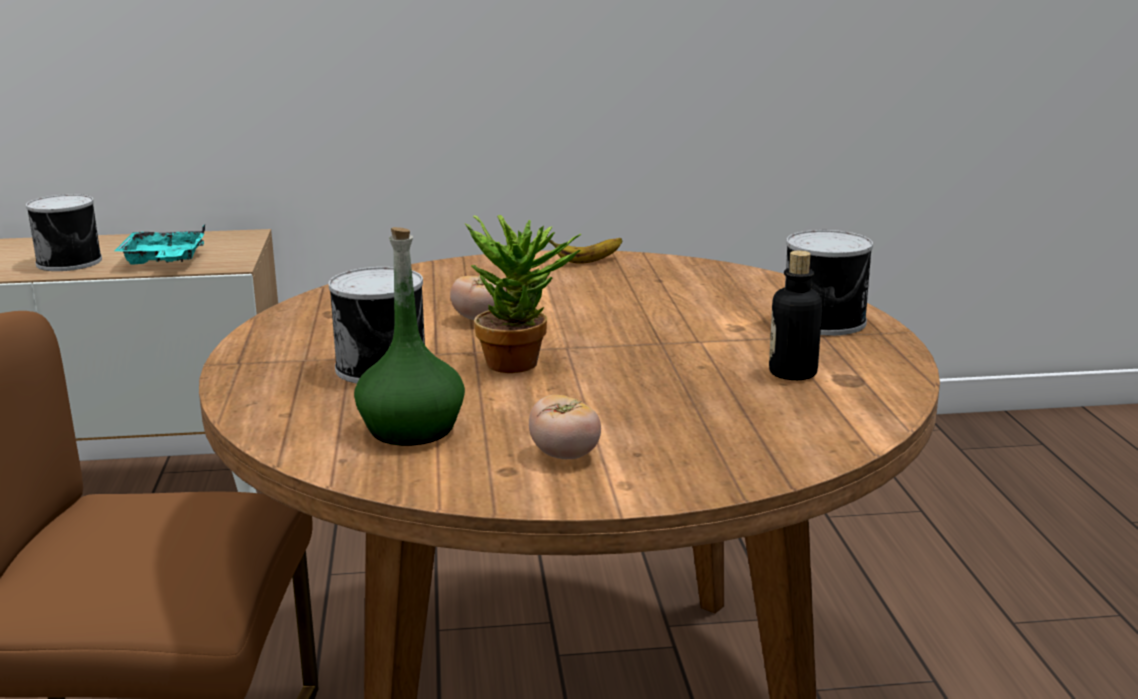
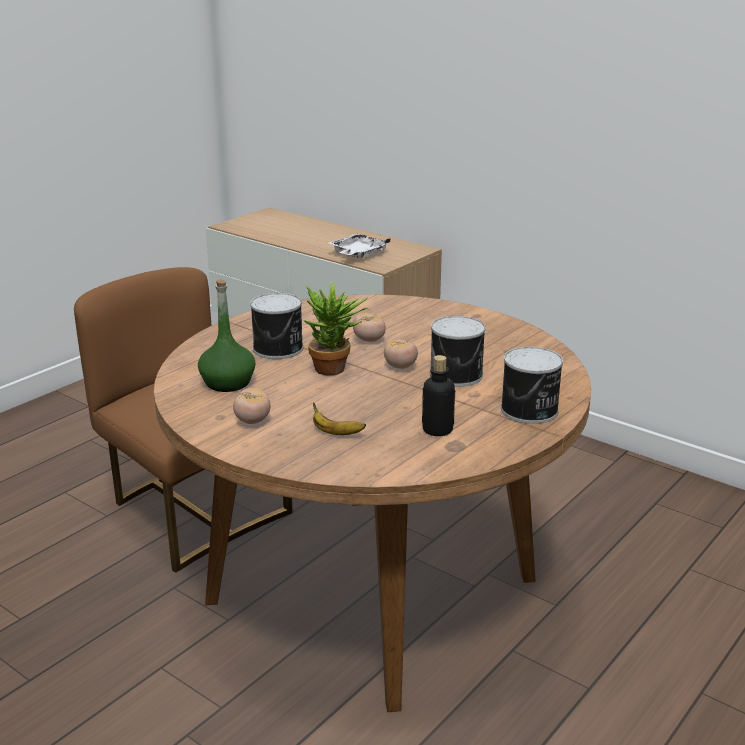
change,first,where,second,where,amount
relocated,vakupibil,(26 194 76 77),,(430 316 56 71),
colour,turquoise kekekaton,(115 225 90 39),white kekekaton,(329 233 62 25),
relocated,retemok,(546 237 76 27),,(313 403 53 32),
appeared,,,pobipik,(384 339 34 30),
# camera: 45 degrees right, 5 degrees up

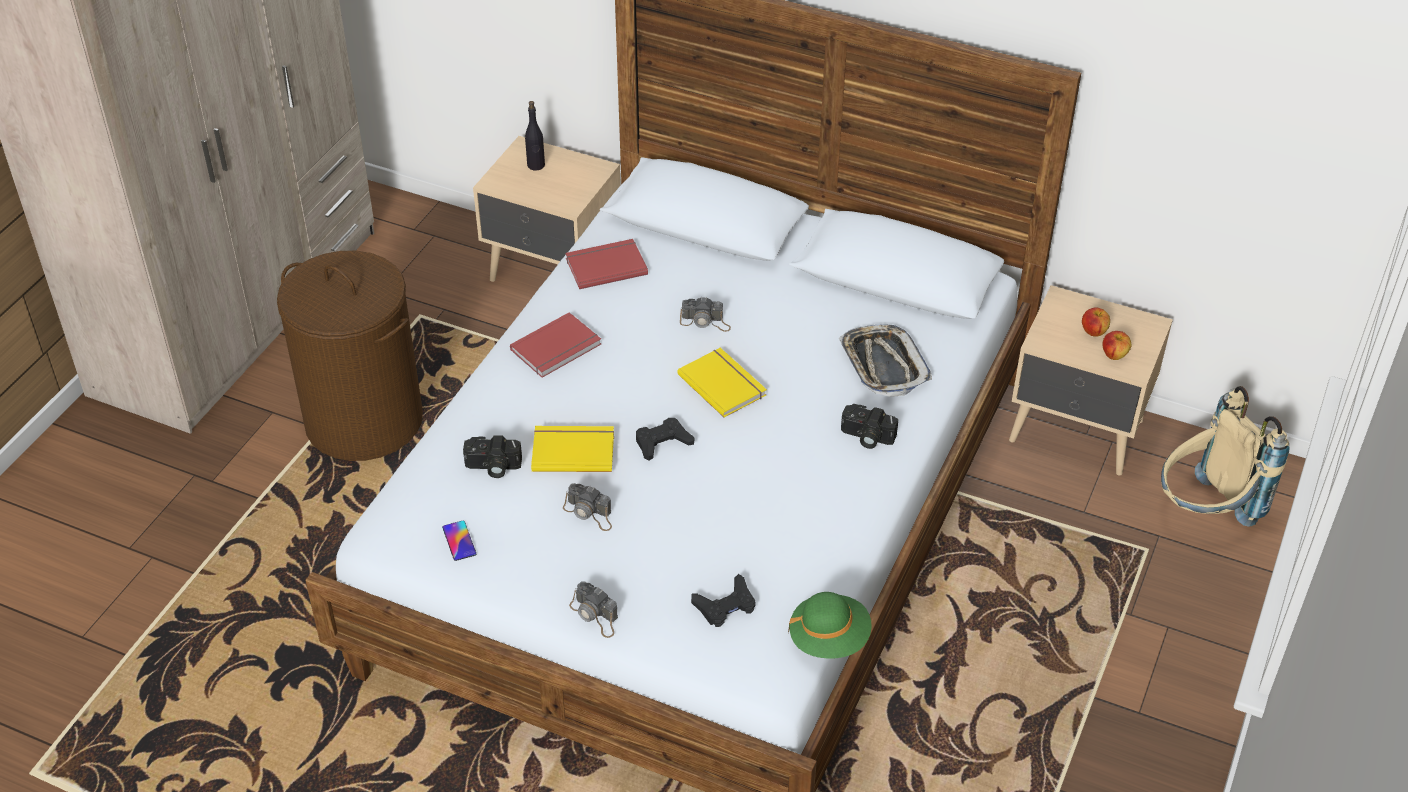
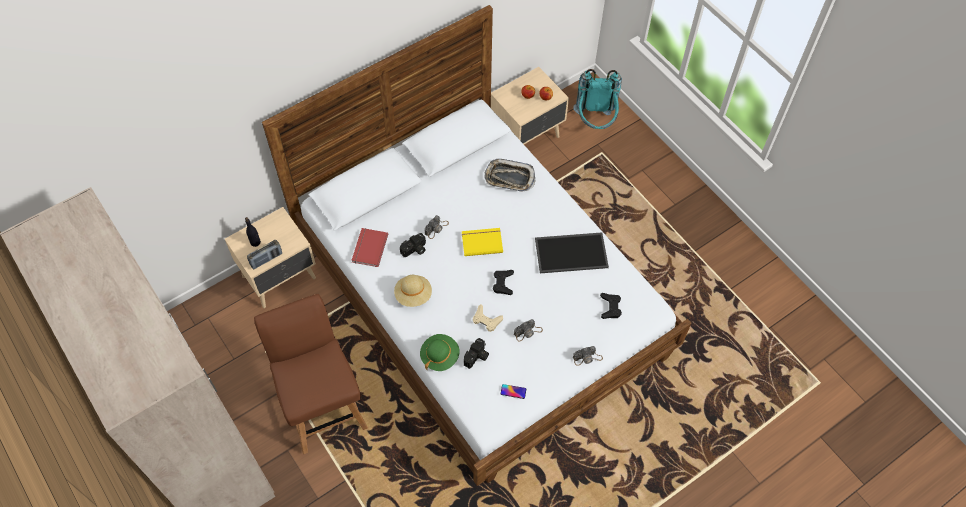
change,first,where,second,where,amount
exchanged,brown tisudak,(277 251 146 210),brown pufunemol,(254 294 114 160),
exchanged,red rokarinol,(510 312 91 66),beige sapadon,(394 275 38 32),
colour,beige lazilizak,(1161 386 128 141),turquoise lazilizak,(573 69 49 60),
relocated,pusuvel,(841 404 57 45),,(400 233 26 24),
exchanged,yellow rokarinol,(531 426 83 46),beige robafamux,(473 304 30 28),
relocated,green sapadon,(788 592 84 67),,(420 334 40 37),
appeared,,,kekekaton,(535 232 74 41),
appeared,,,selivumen,(247 240 35 30),
# camera: 60 degrees left, 15 degrees up

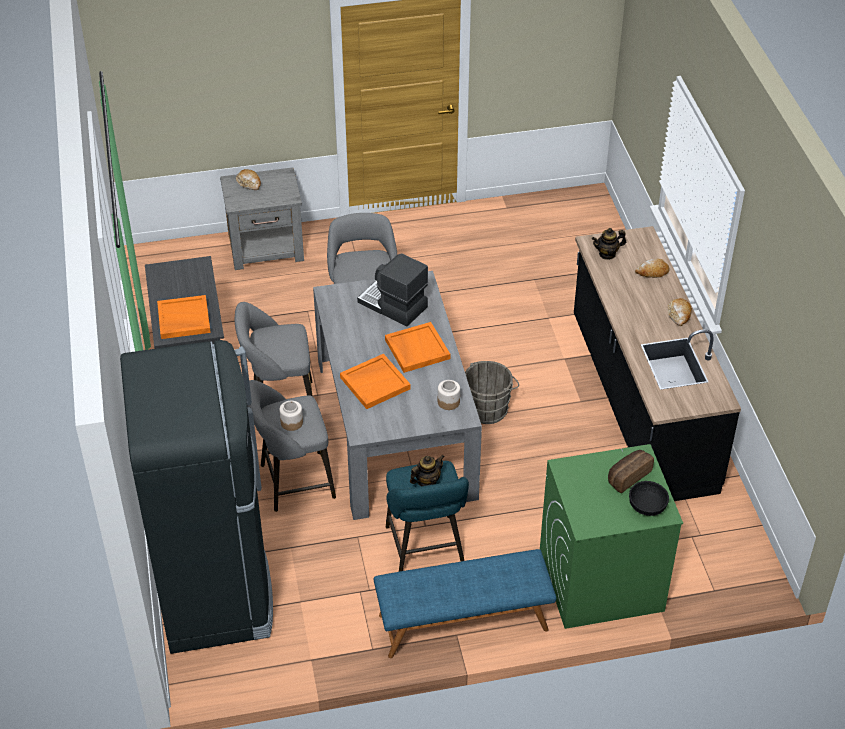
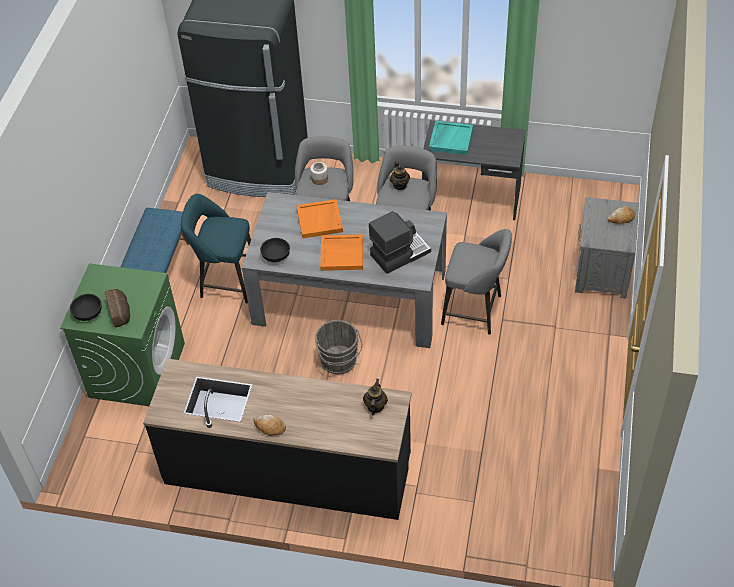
change,first,where,second,where,amount
missing,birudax,(635 259 35 19),,,
colour,orange kekekaton,(157 295 54 44),turquoise kekekaton,(429 121 44 34),
exchanged,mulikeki,(438 380 22 30),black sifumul,(260 238 30 24),
relocated,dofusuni,(410 455 35 31),,(390 161 20 29),
# camera: 115 degrees right, 5 degrees up

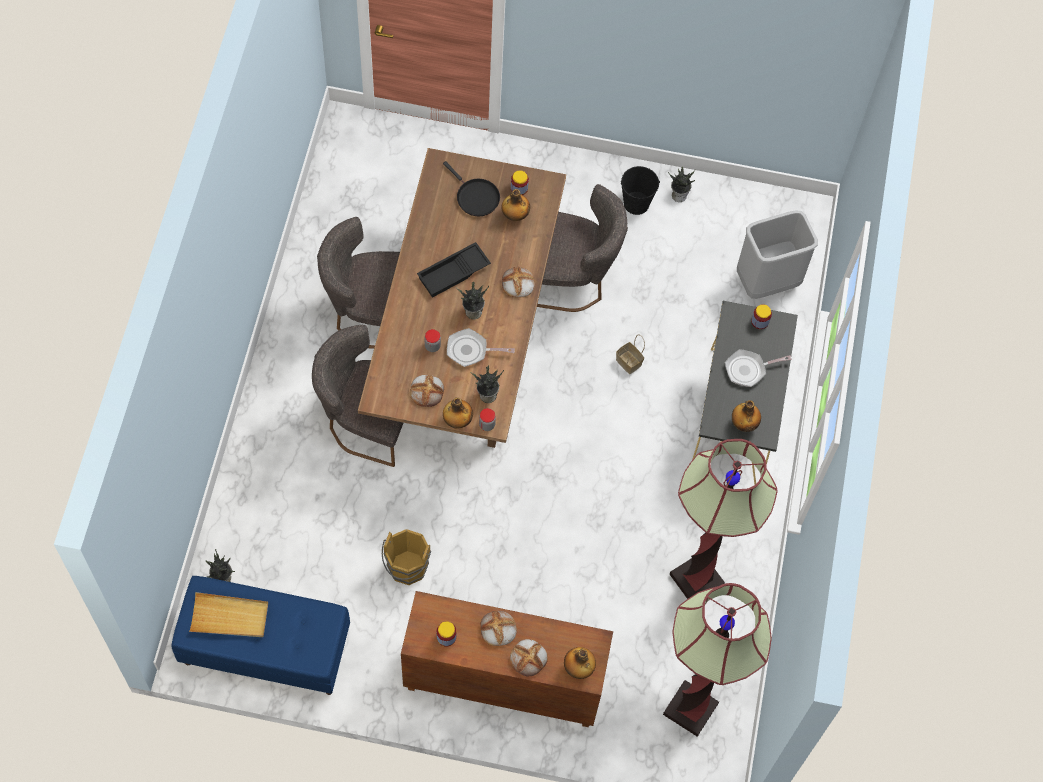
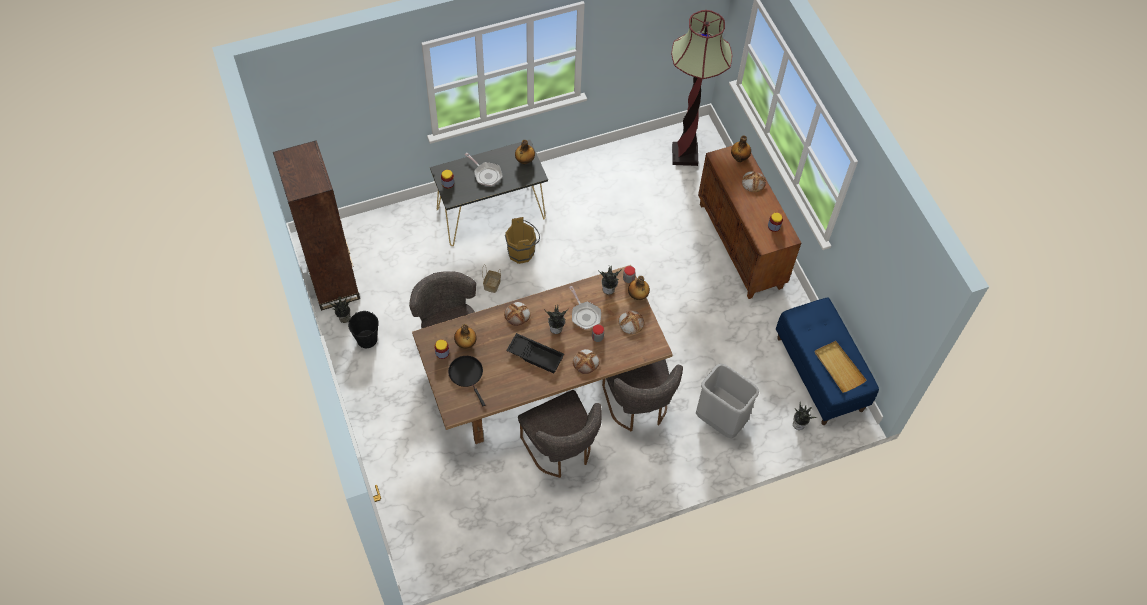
change,first,where,second,where,amount
spun,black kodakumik,(443 161 57 55),,(448 356 37 50),45 degrees counterclockwise
relocated,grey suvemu,(737 210 81 89),,(696 363 63 76),
missing,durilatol,(670 439 108 160),,,
relocated,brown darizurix,(382 529 49 56),,(505 217 35 47),
relocated,birudax,(480 610 37 36),,(573 349 27 25),
appeared,,,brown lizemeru,(273 140 87 171),
# camera: 120 degrees left, 5 degrees down

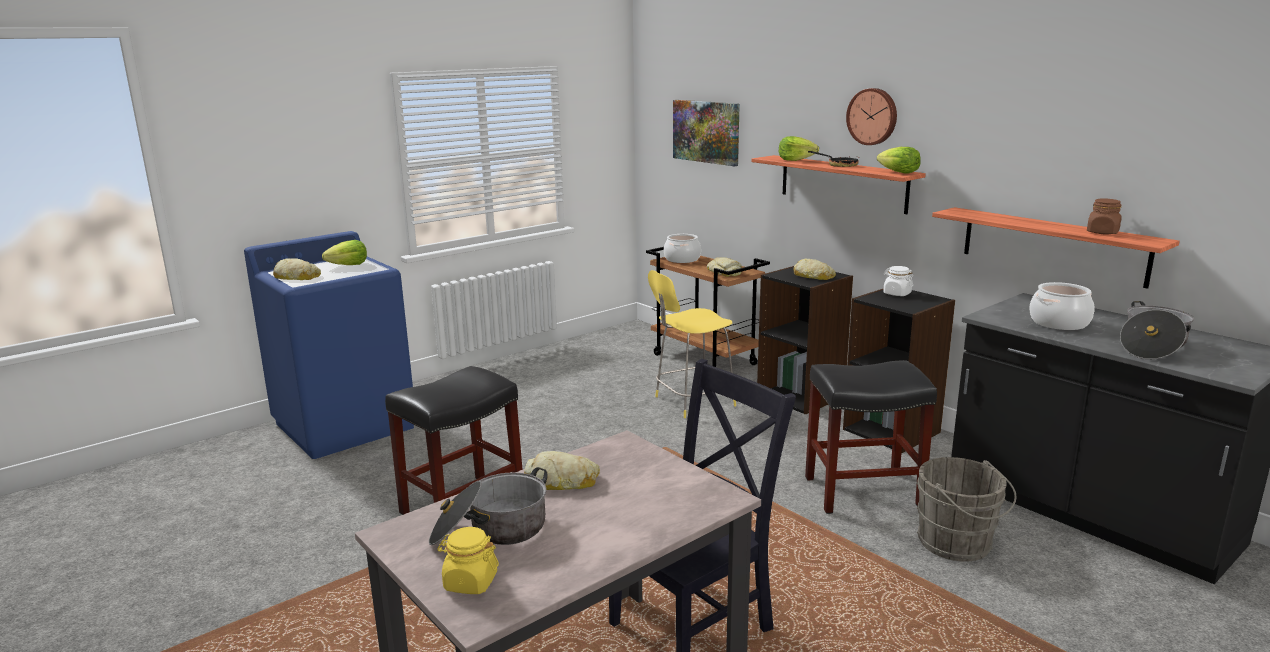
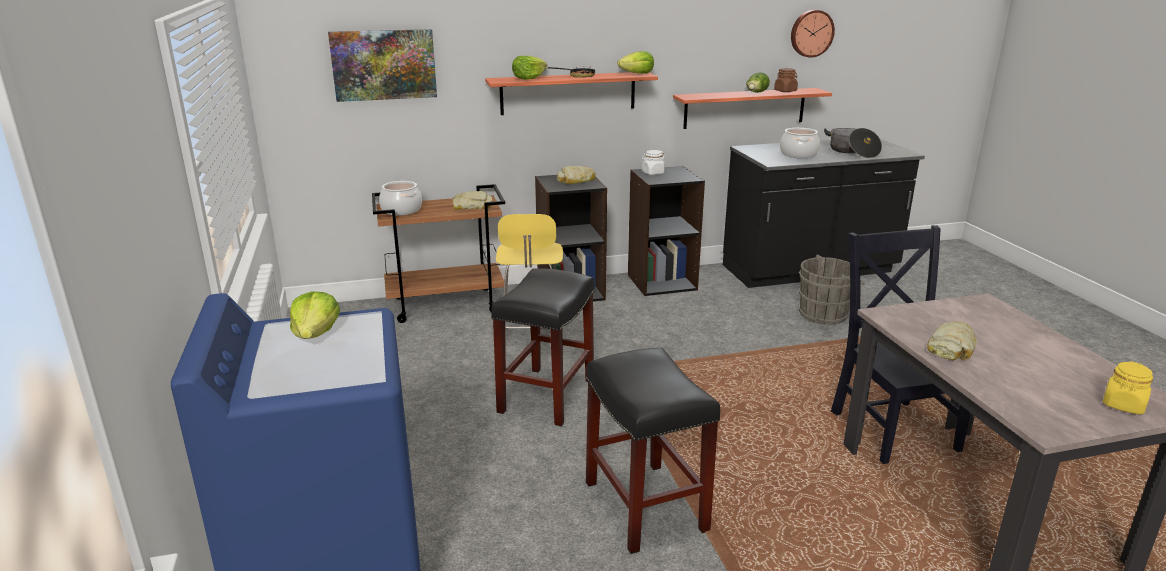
change,first,where,second,where,amount
relocated,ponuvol,(846 88 51 57),,(791 10 44 48),
missing,birudax,(273 258 48 22),,,
relocated,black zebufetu,(805 360 132 154),,(491 268 103 158),
missing,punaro,(429 467 119 78),,,
appeared,,,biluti,(746 72 24 21),
# camera: 65 degrees left, 5 degrees up

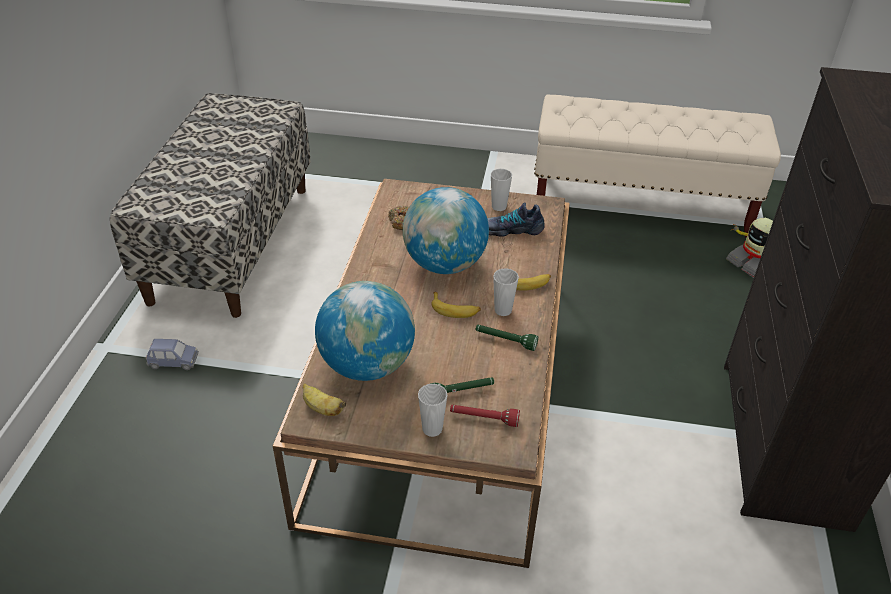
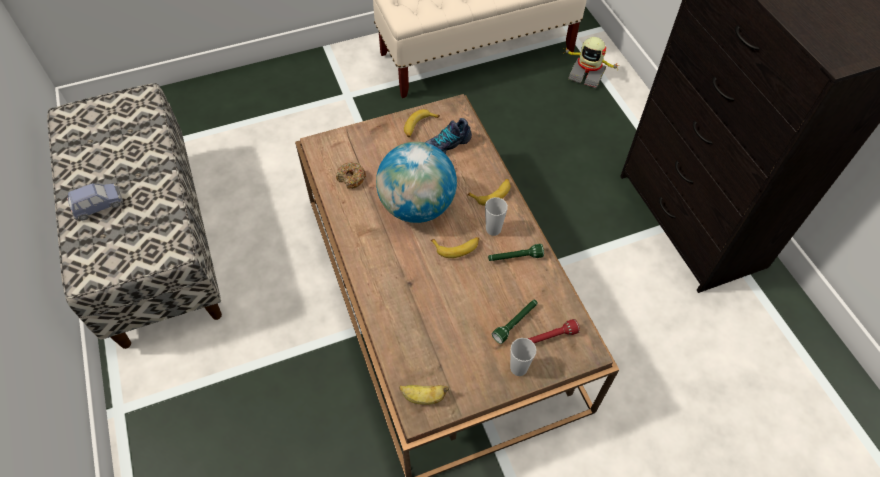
change,first,where,second,where,amount
exchanged,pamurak,(491 169 21 42),retemok,(404 109 36 28),
missing,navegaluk,(315 281 100 100),,,
relocated,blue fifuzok,(146 339 53 31),,(67 183 56 37),
# camera: 30 degrees left, 15 degrees up

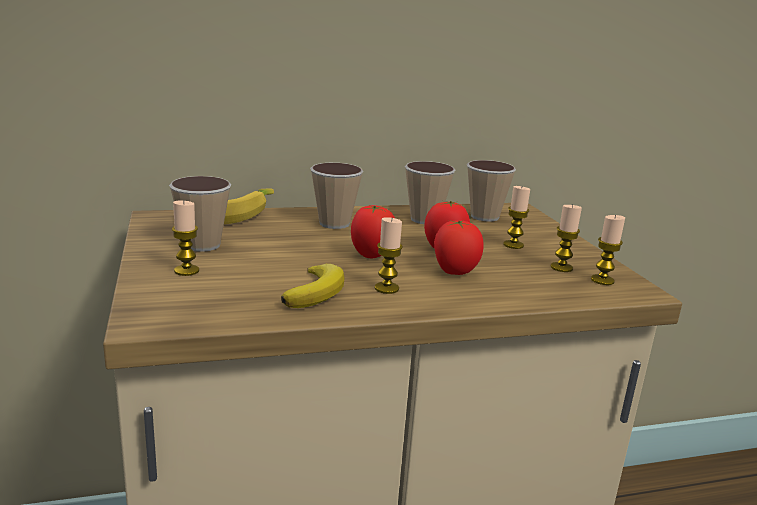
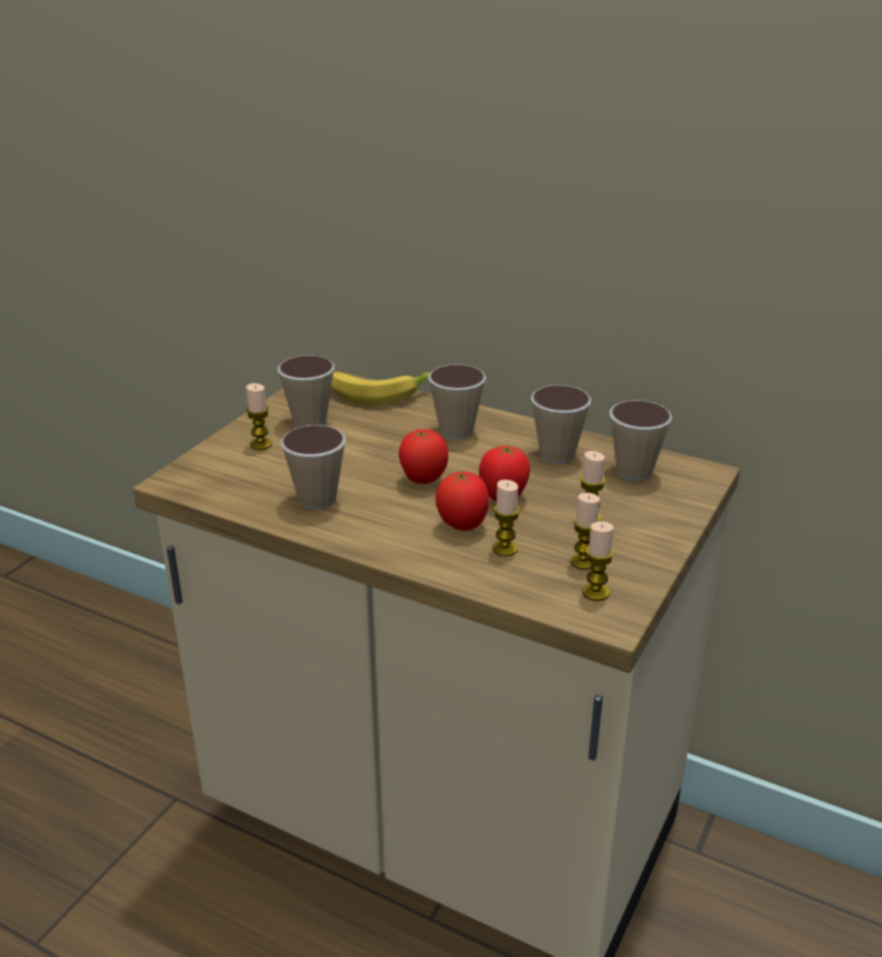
change,first,where,second,where,amount
relocated,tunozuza,(375 217 28 77),,(493 480 27 76),
exchanged,retemok,(281 264 64 44),pamurak,(281 425 65 85),
# camera: 45 degrees right, 10 degrees up

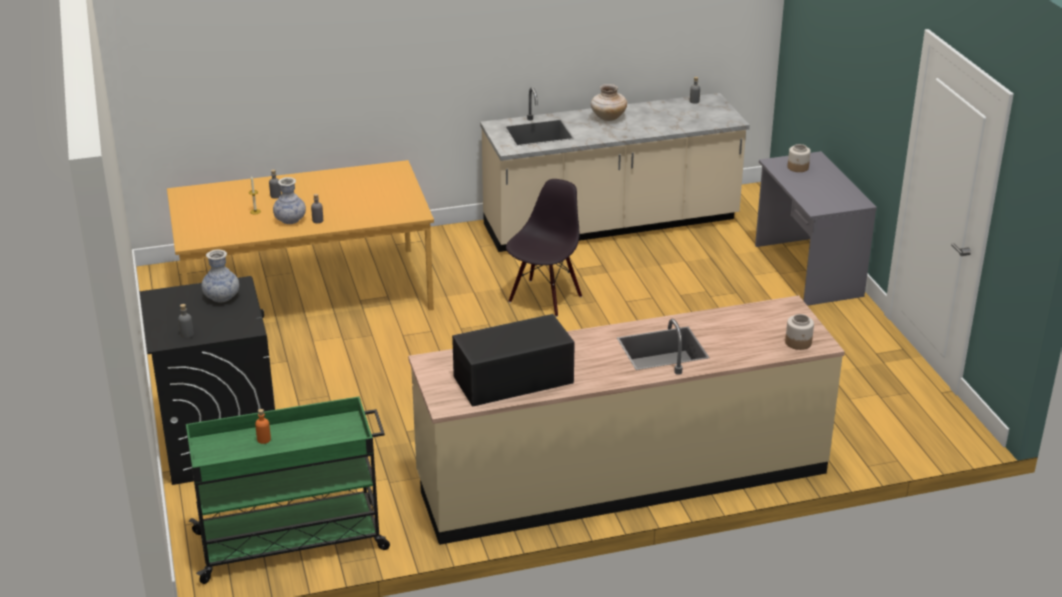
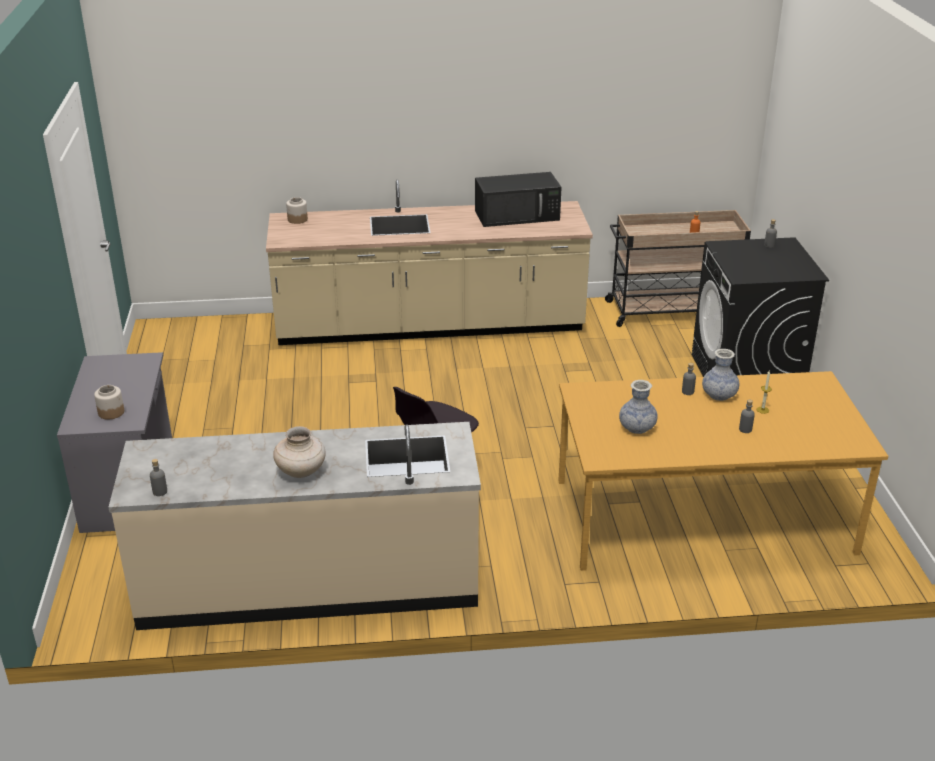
change,first,where,second,where,amount
relocated,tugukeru,(202 249 37 54),,(619 380 39 54),
colour,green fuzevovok,(186 397 204 187),beige fuzevovok,(605 210 146 117),
# camera: 170 degrees left, 0 degrees up

